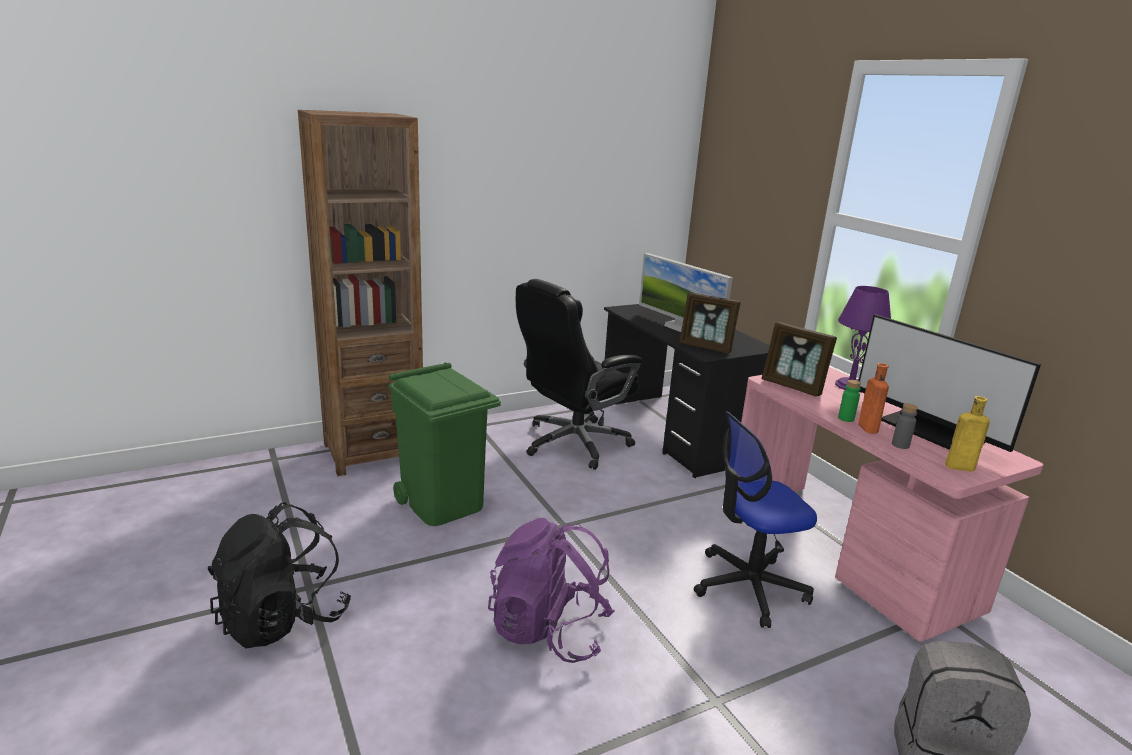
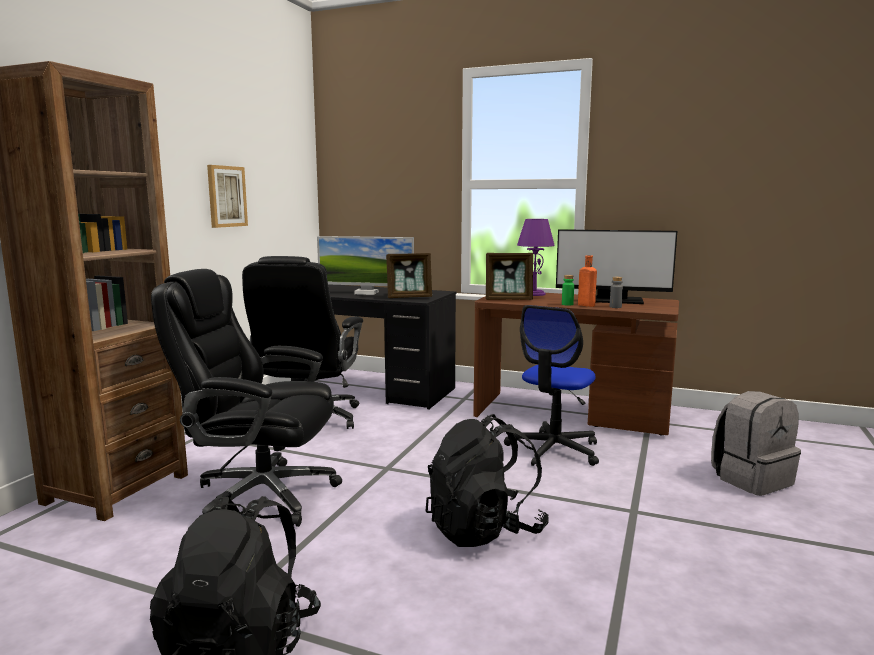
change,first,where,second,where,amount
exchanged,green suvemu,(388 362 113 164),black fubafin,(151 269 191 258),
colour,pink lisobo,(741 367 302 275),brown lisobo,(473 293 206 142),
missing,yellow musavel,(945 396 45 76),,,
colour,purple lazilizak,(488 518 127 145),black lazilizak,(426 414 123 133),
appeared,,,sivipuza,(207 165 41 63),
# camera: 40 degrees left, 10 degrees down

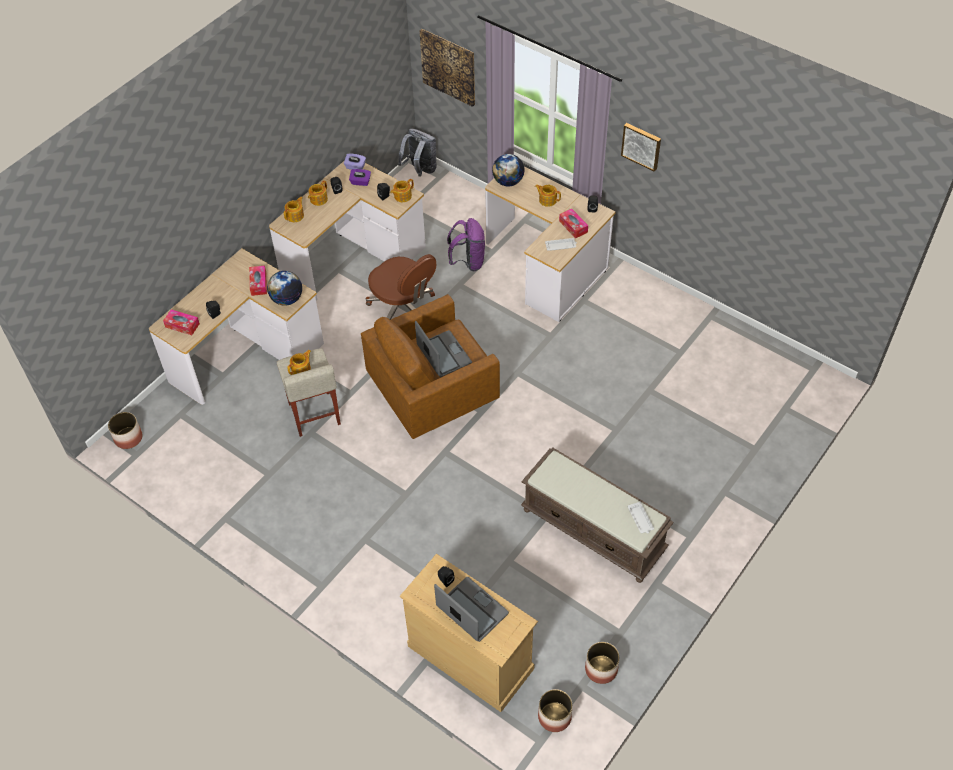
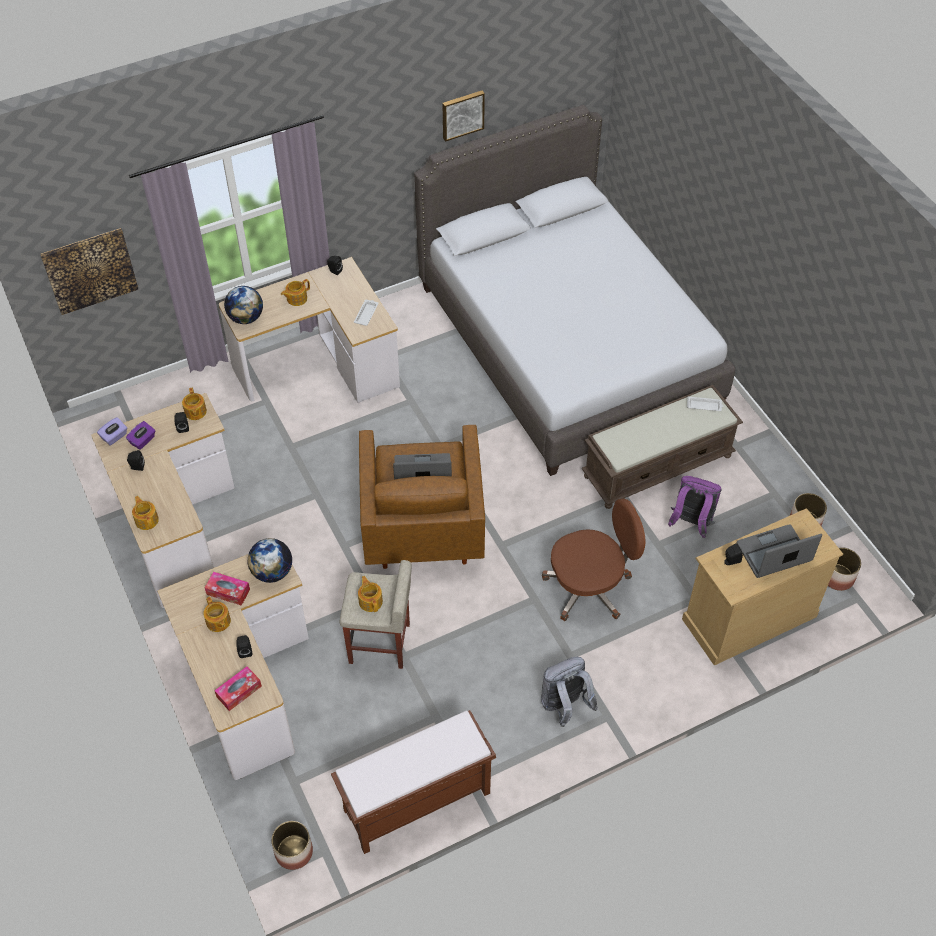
change,first,where,second,where,amount
relocated,sivipuza,(621 123 40 49),,(442 91 43 51),
relocated,grey lazilizak,(398 129 39 47),,(541 657 57 70),
relocated,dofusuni,(308 180 20 26),,(203 597 28 35),
missing,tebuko,(559 209 29 29),,,
relocated,purple lazilizak,(447 218 38 53),,(668 476 54 62),
relocated,brown fubafin,(366 254 70 66),,(542 498 103 123),
appeared,,,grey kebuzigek,(414 105 321 371),
appeared,,,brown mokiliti,(331 710 165 144),
# camera: 65 degrees left, 0 degrees up

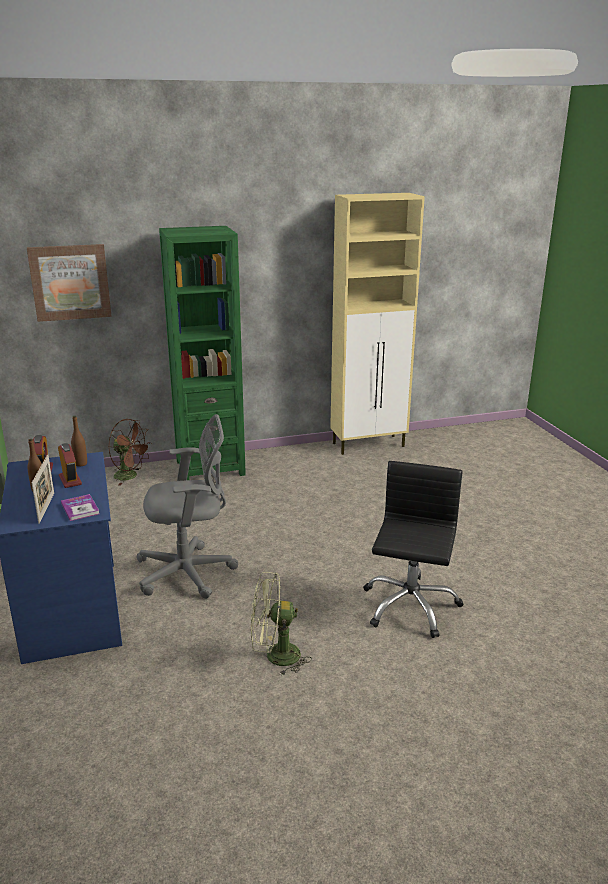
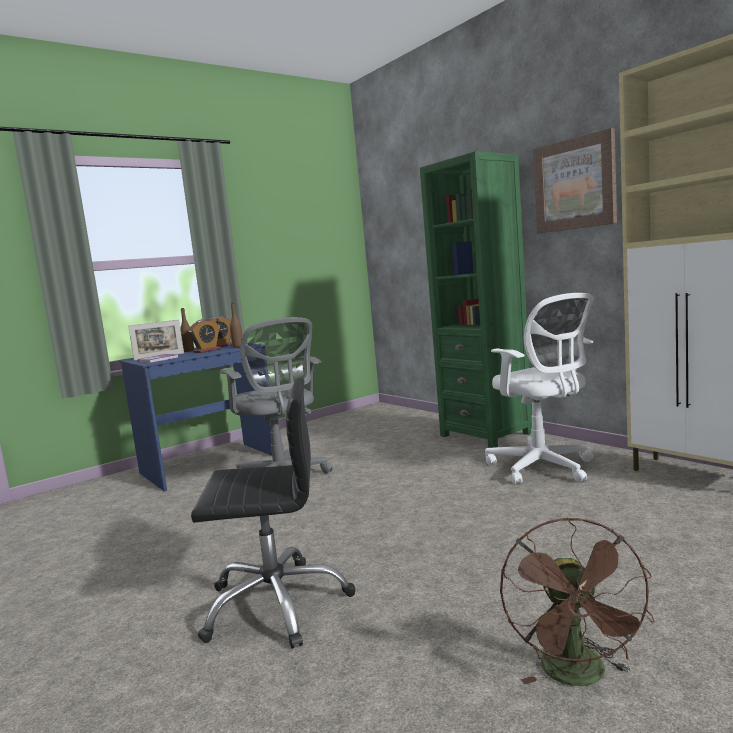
change,first,where,second,where,amount
relocated,sivipuza,(27 244 85 78),,(533 128 84 106),
relocated,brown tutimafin,(108 419 44 66),,(500 517 155 169),
missing,green tutimafin,(251 572 61 104),,,
appeared,,,white fubafin,(485 293 109 192),
# camera: 70 degrees right, 15 degrees down

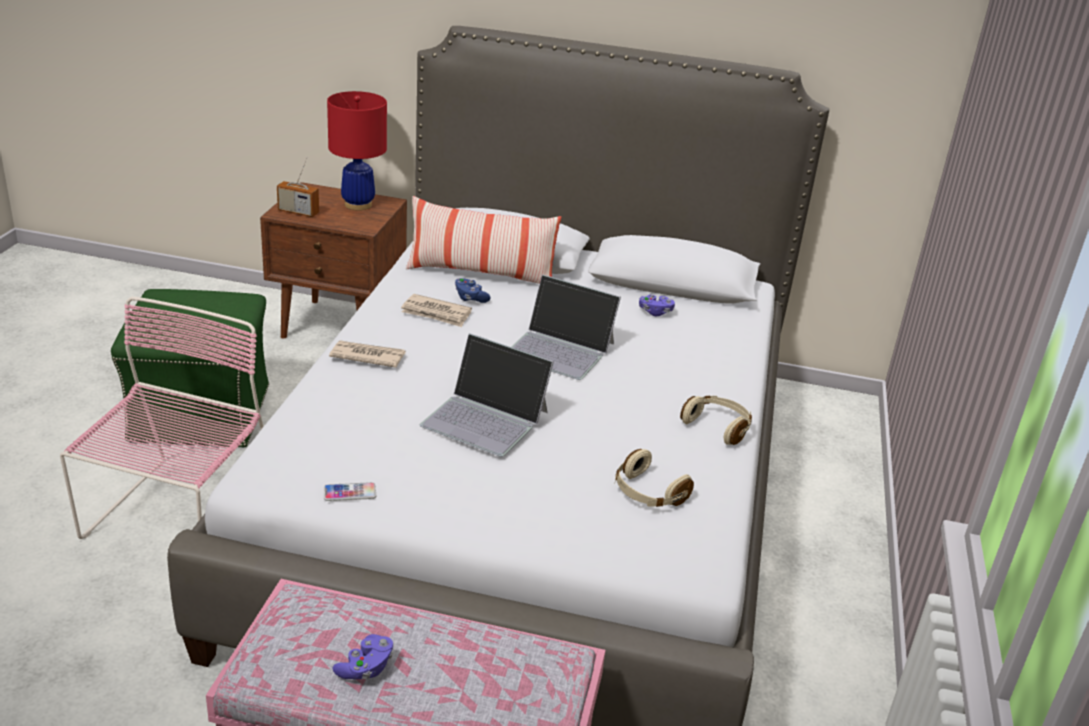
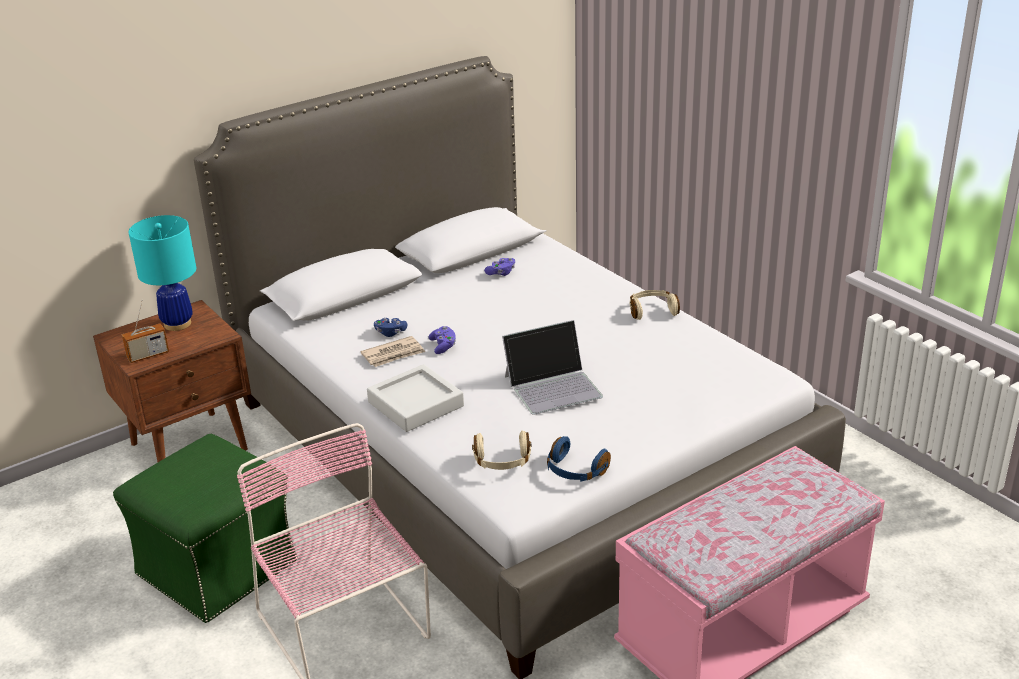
change,first,where,second,where,amount
colour,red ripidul,(327 91 60 119),turquoise ripidul,(128 215 68 116),
missing,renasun,(406 196 155 88),,,
missing,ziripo,(511 275 110 105),,,
exchanged,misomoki,(329 340 77 28),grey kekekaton,(367 364 97 68),
relocated,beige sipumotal,(615 449 79 58),,(472 431 59 39),
exchanged,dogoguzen,(324 482 52 19),blue sipumotal,(547 436 64 46),
relocated,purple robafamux,(333 634 60 45),,(428 326 28 28),
# camera: 45 degrees left, 0 degrees up

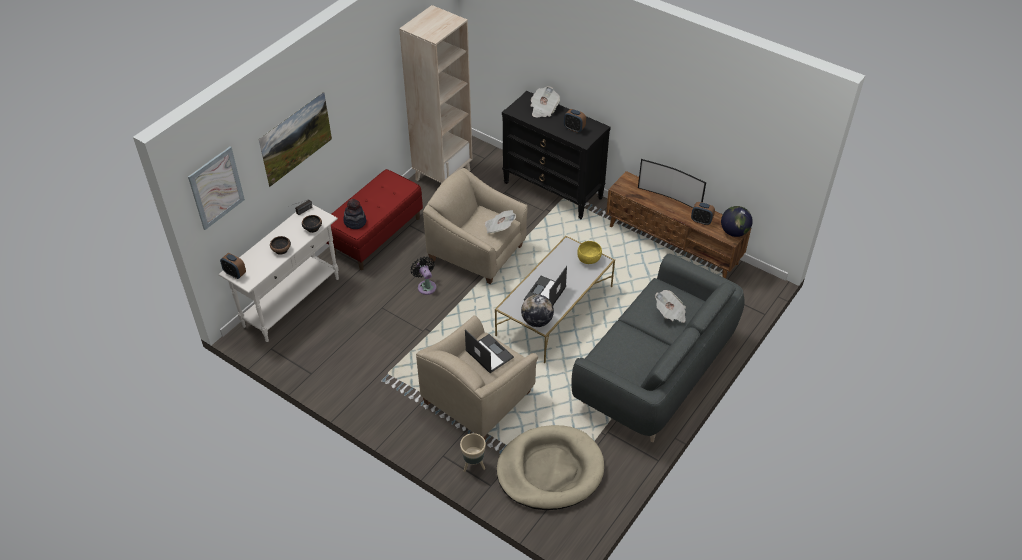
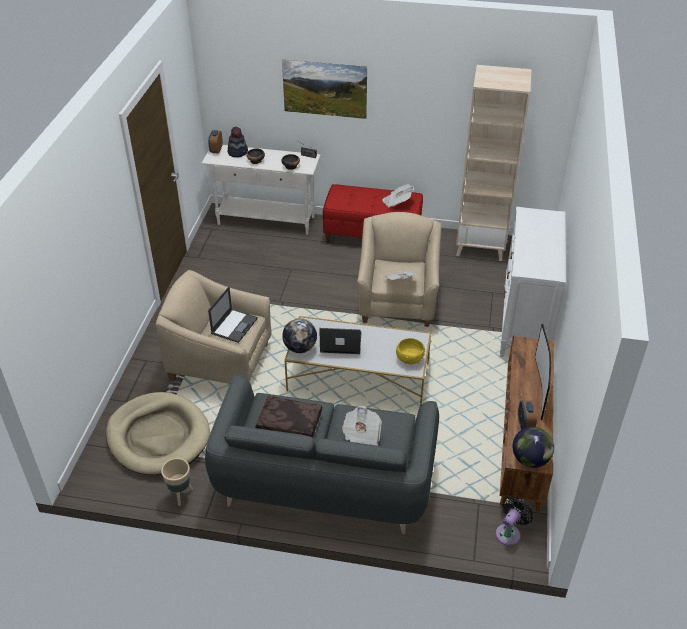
change,first,where,second,where,amount
relocated,misomoki,(531 86 29 31),,(382 184 32 24),
colour,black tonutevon,(502 91 109 128),white tonutevon,(499 206 67 151),
missing,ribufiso,(564 109 22 24),,,
missing,sivipuza,(188 147 57 83),,,
relocated,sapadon,(343 199 23 30),,(228 127 20 30),
relocated,black tutimafin,(411 257 25 38),,(496 496 37 50),
relocated,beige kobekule,(460 433 26 39),,(161 458 32 48),
appeared,,,brown renasun,(255 396 67 42),
# camera: 65 degrees right, 5 degrees down

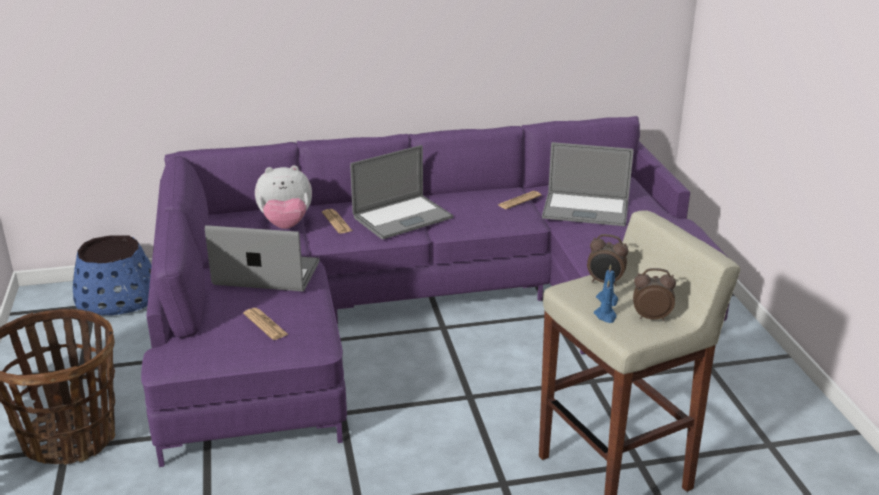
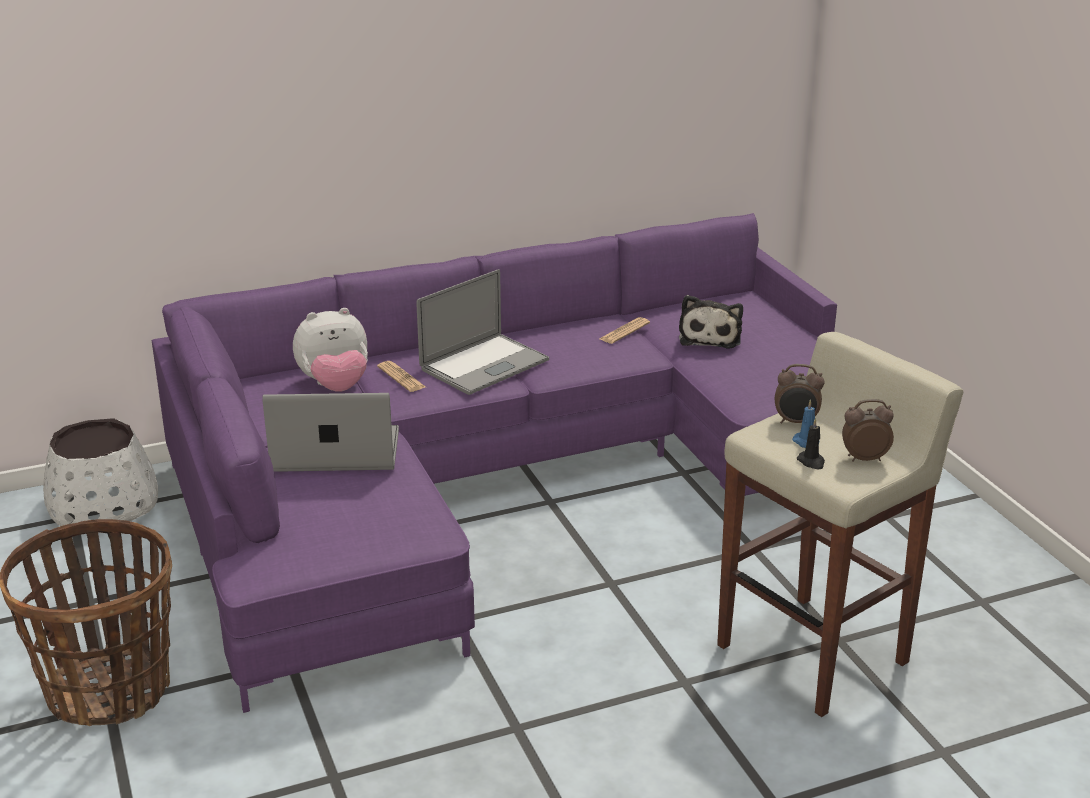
change,first,where,second,where,amount
exchanged,ziripo,(542 142 91 84),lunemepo,(679 295 64 54),
colour,blue kobekule,(73 235 79 81),white kobekule,(43 418 115 108),
colour,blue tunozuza,(594 280 23 43),black tunozuza,(797 418 28 52),
missing,misomoki,(243 308 46 32),,,
# camera: 10 degrees left, 0 degrees up

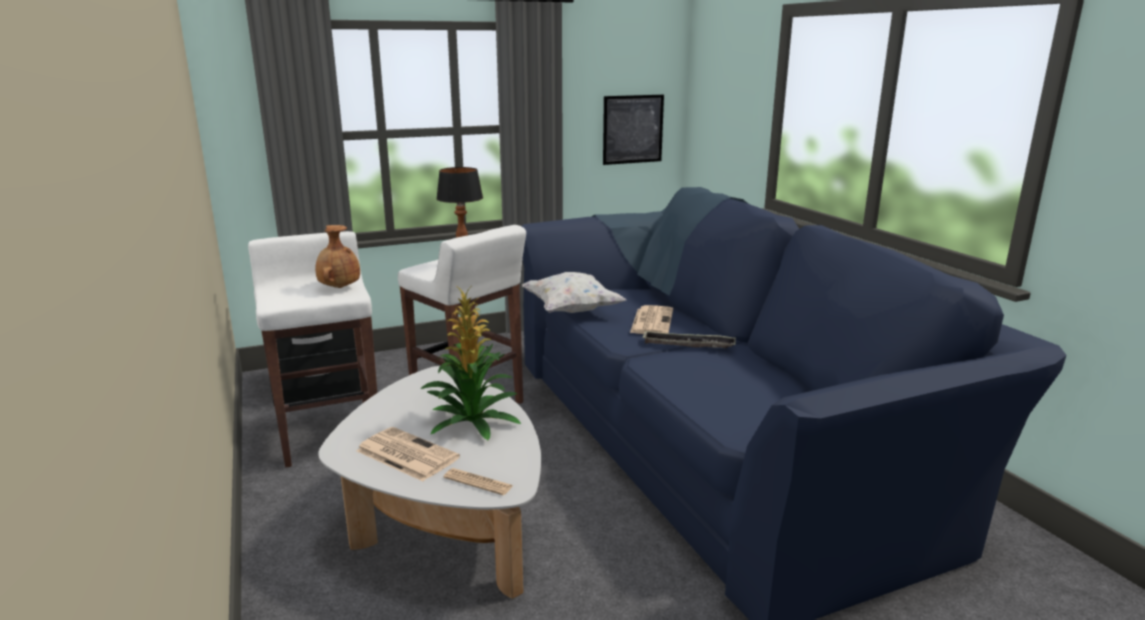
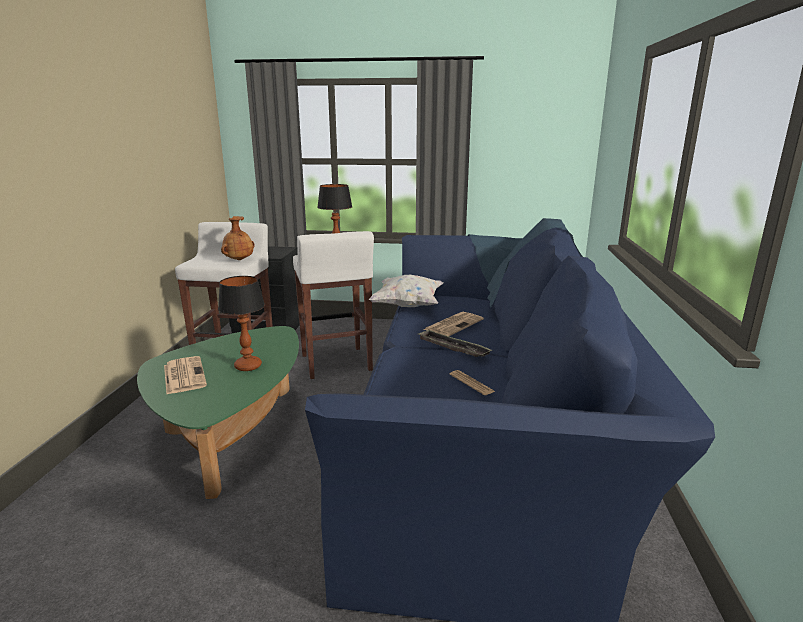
change,first,where,second,where,amount
missing,sivipuza,(603 95 61 70),,,
exchanged,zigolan,(421 287 100 153),ripidul,(218 276 47 95),
colour,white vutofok,(318 366 223 233),green vutofok,(137 326 162 173),
relocated,misomoki,(443 468 70 27),,(450 370 45 25),
# camera: 30 degrees right, 0 degrees up

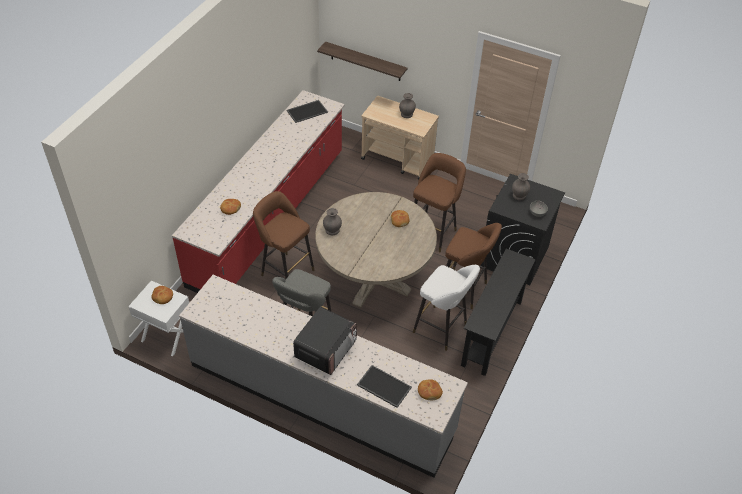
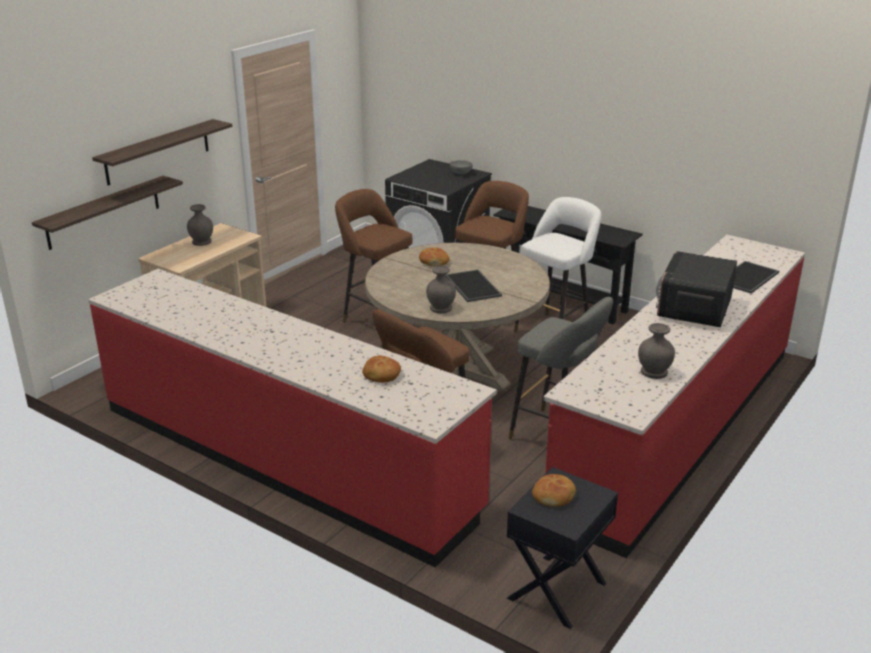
change,first,where,second,where,amount
relocated,kekekaton,(287 100 41 23),,(446 270 56 32),
relocated,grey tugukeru,(512 173 18 27),,(638 323 37 56),
colour,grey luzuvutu,(179 275 289 203),red luzuvutu,(543 235 262 323),
colour,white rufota,(128 281 61 76),black rufota,(507 467 111 162),
spun,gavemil,(293 307 64 68),,(656 251 81 76),105 degrees counterclockwise
missing,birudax,(418 379 25 22),,,
appeared,,,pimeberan,(92 119 141 66),
# camera: 80 degrees left, 20 degrees down

